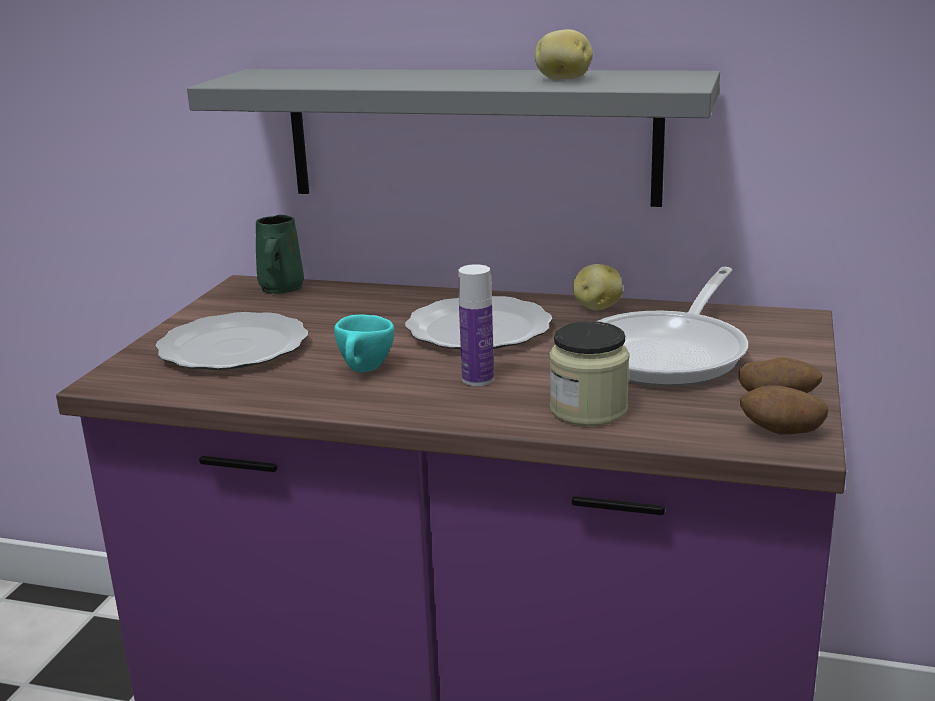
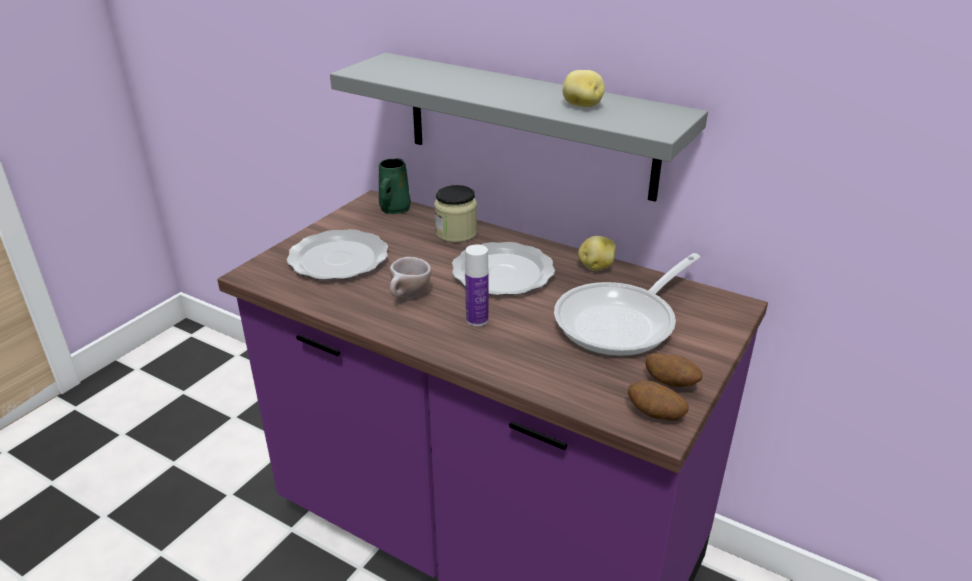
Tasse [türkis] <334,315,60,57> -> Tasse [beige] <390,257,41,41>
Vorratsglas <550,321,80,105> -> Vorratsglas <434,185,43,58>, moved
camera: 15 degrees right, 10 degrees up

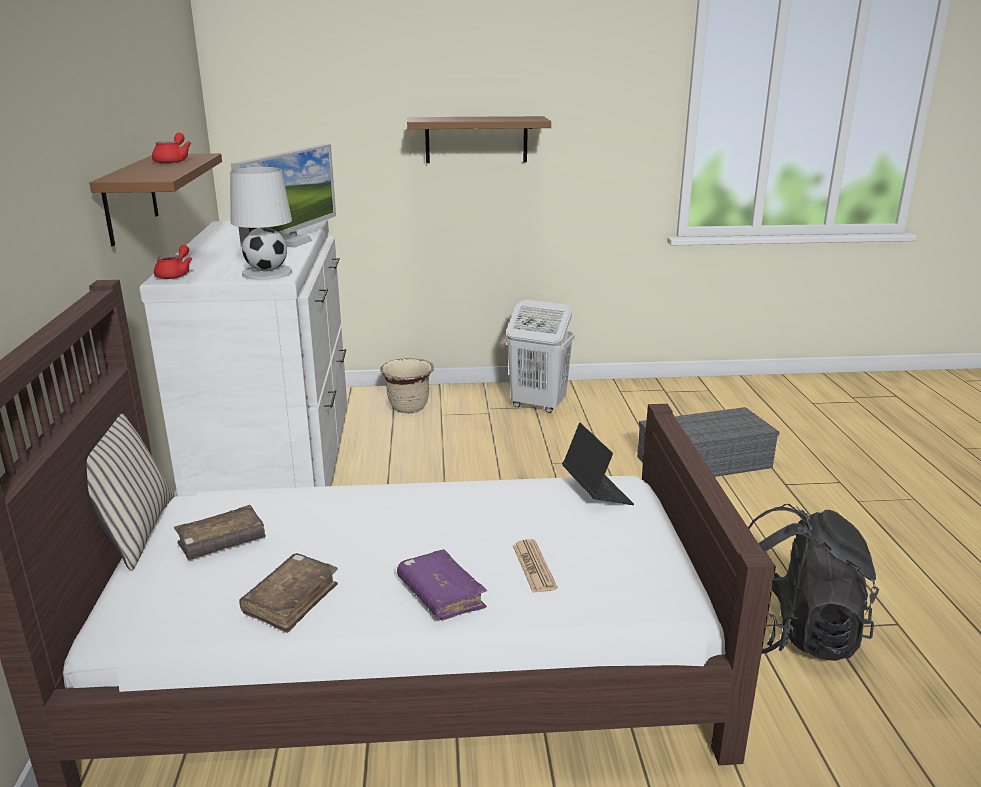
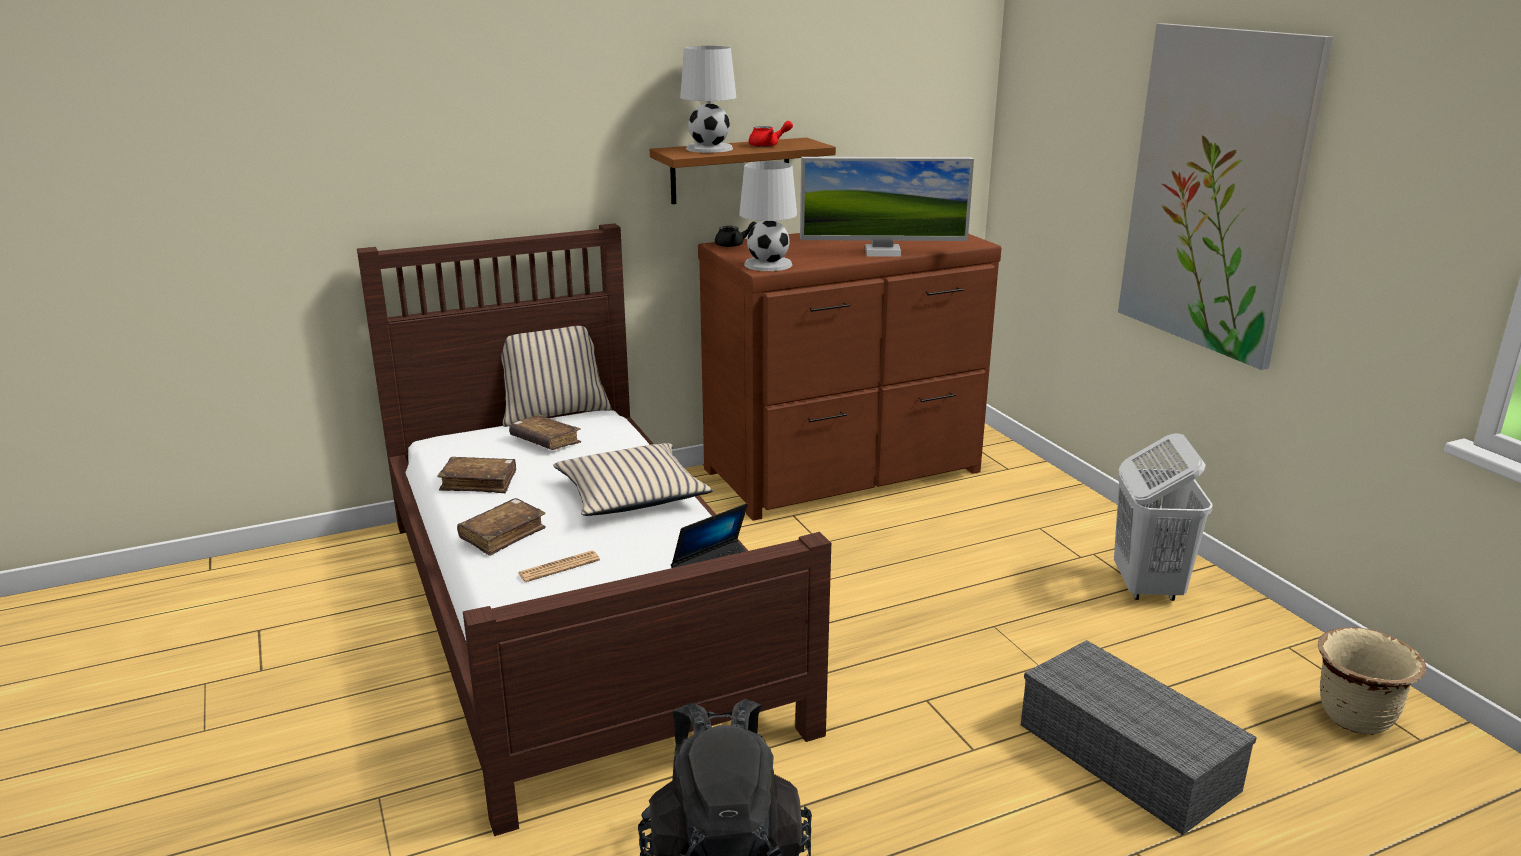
Wandregal [braun] <407,116,144,47> -> Bild <1118,23,215,347>
Kommode [weiß] <139,220,208,276> -> Kommode [braun] <698,233,303,288>
Teekanne [rot] <154,245,38,34> -> Teekanne [schwarz] <715,222,42,25>
Pflanzkübel [beige] <380,358,54,55> -> Pflanzkübel [beige] <1318,627,108,108>, moved
Buch [lila] <397,549,90,71> -> Buch [braun] <457,498,89,58>
none -> Tischlampe [weiß] <680,46,57,107>
none -> Kissen [beige] <553,443,160,73>
camera: 70 degrees right, 0 degrees up

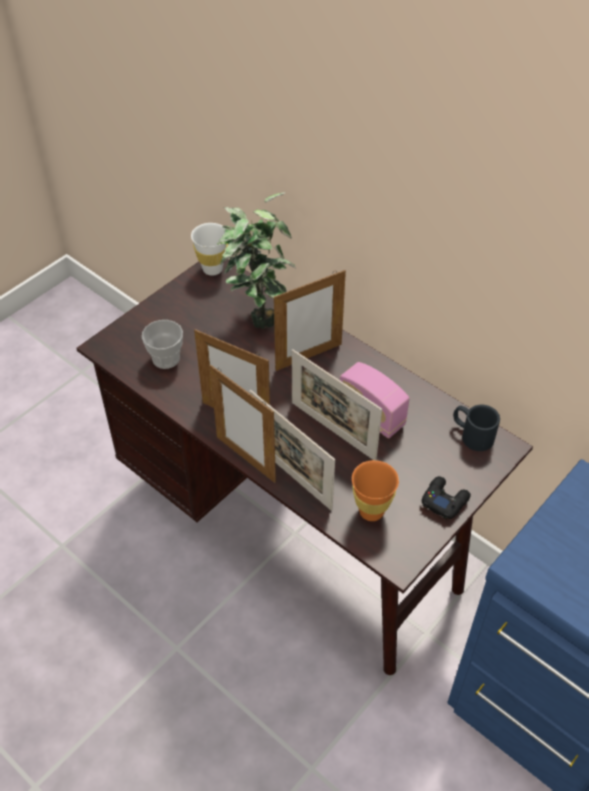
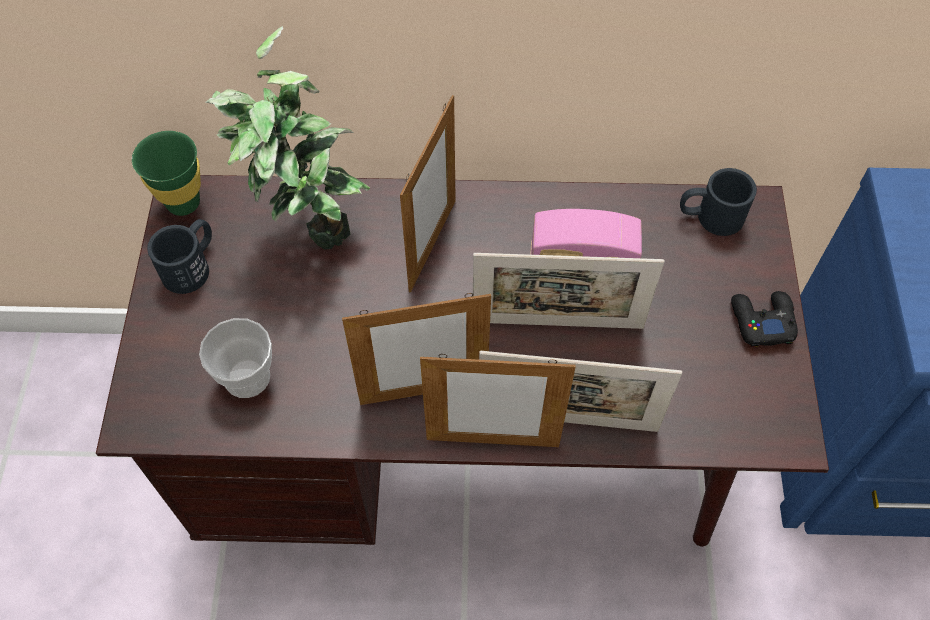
Tasse [weiß] <191,223,37,53> -> Tasse [grün] <132,131,69,85>
Tasse [orange] <352,460,47,61> -> none
none -> Henkelbecher [schwarz] <147,219,65,75>
camera: 40 degrees left, 10 degrees up

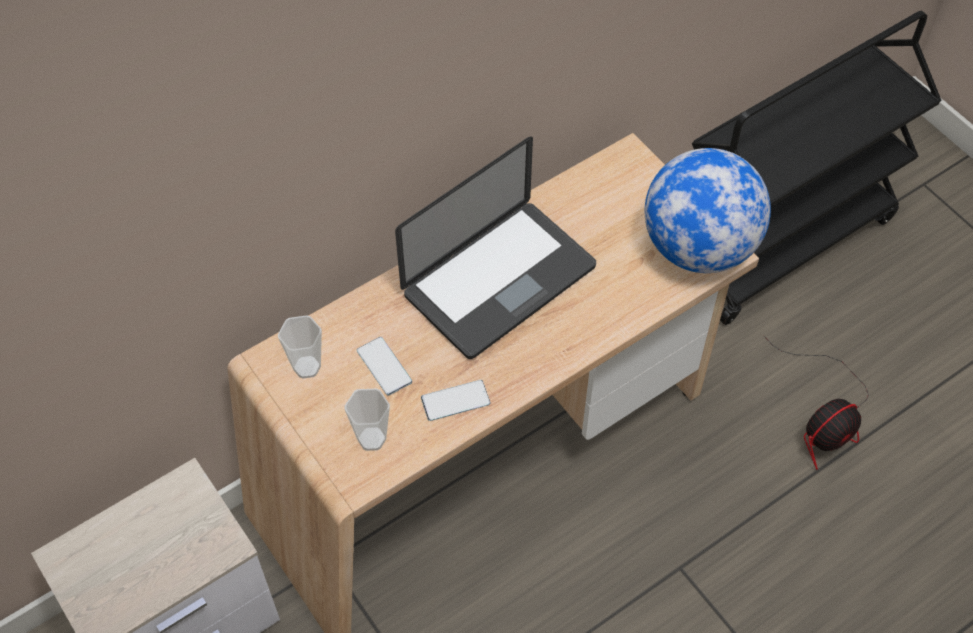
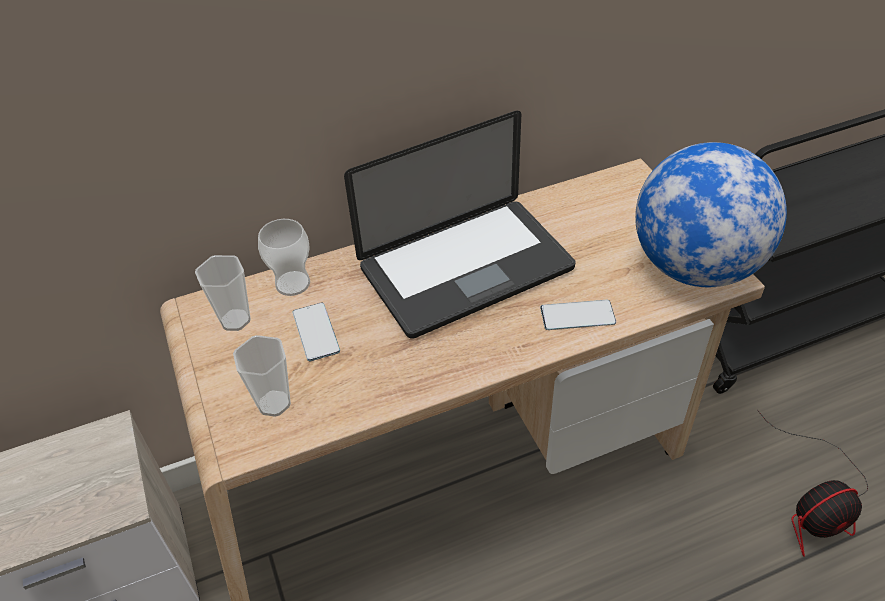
Handy <421,380,69,41> -> Handy <540,300,76,30>, moved
none -> Tasse <258,219,52,77>
camera: 15 degrees right, 10 degrees down

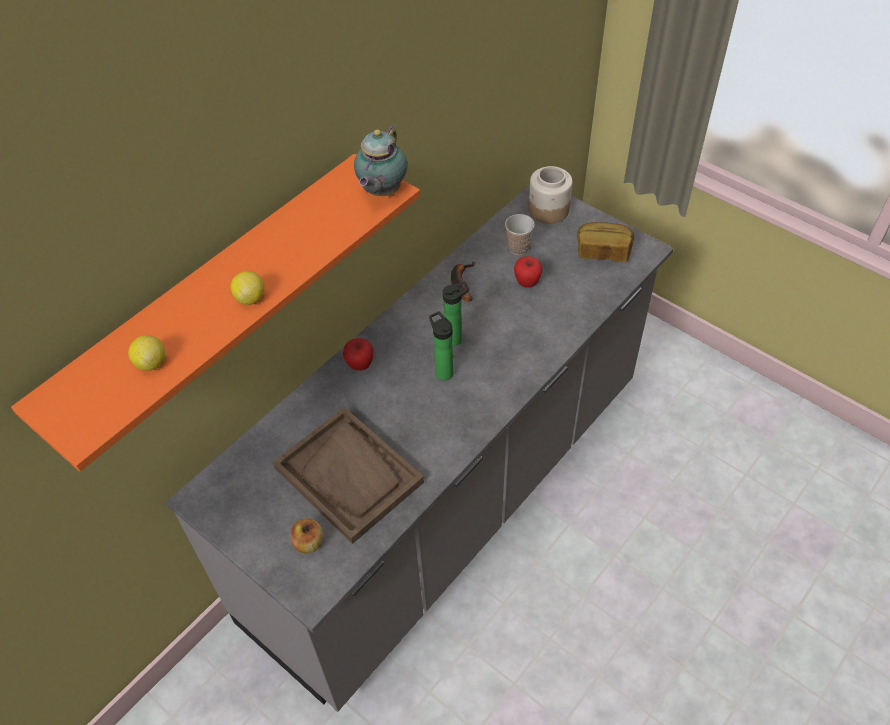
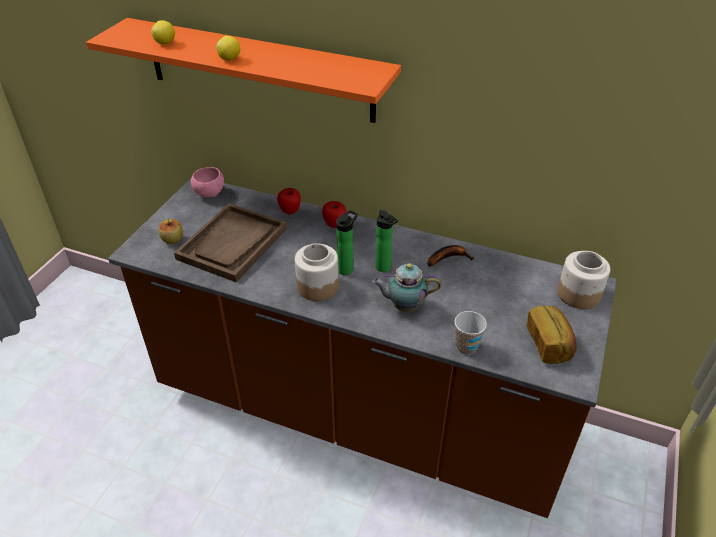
Teekanne <354,125,54,71> -> Teekanne <372,263,69,49>, moved
Küchenzeile [grau] <166,185,508,527> -> Küchenzeile [braun] <108,179,509,339>
Tasse <505,214,30,41> -> Tasse <455,311,32,44>, moved
Apfel <514,256,28,32> -> Apfel <277,188,24,26>, moved
none -> Schüssel [rosa] <191,167,33,31>
none -> Vorratsglas <295,243,44,58>
camera: 70 degrees right, 10 degrees down

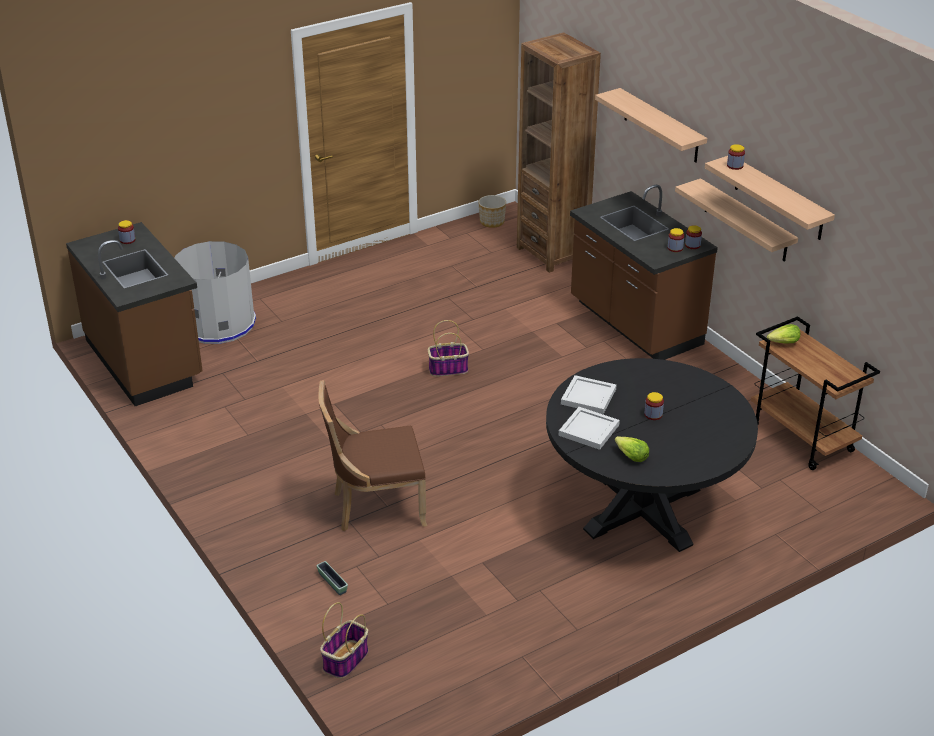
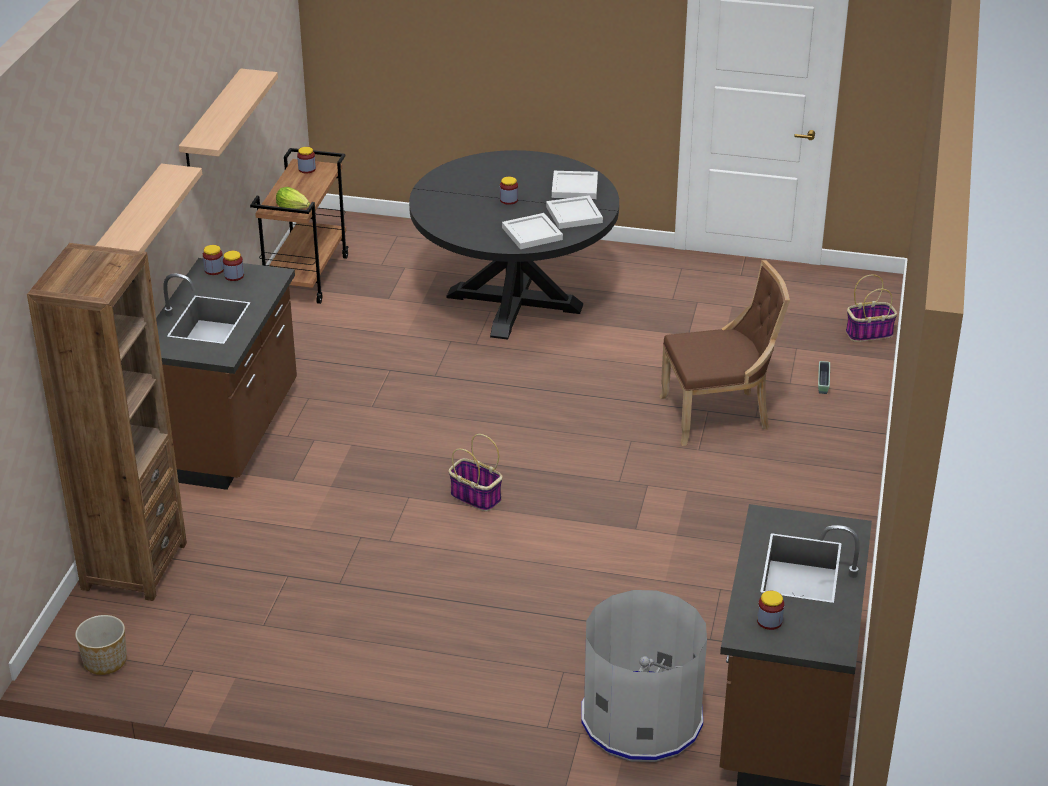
Vorratsglas <727,144,18,26> -> Vorratsglas <297,147,19,27>, moved
Wandregal <675,178,123,84> -> none
Stuhl [braun] <318,380,109,151> -> Stuhl [braun] <660,260,130,186>, 45 degrees counterclockwise
Salatkopf <615,436,34,26> -> Tablett [weiß] <552,171,46,28>
camera: 135 degrees left, 0 degrees up

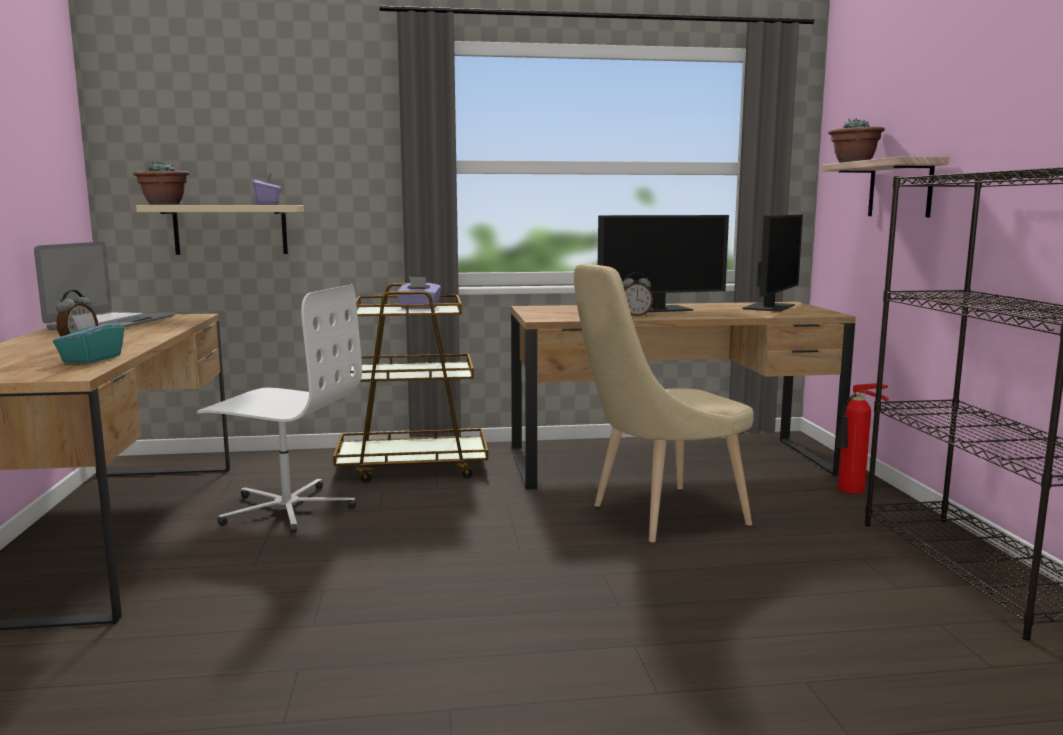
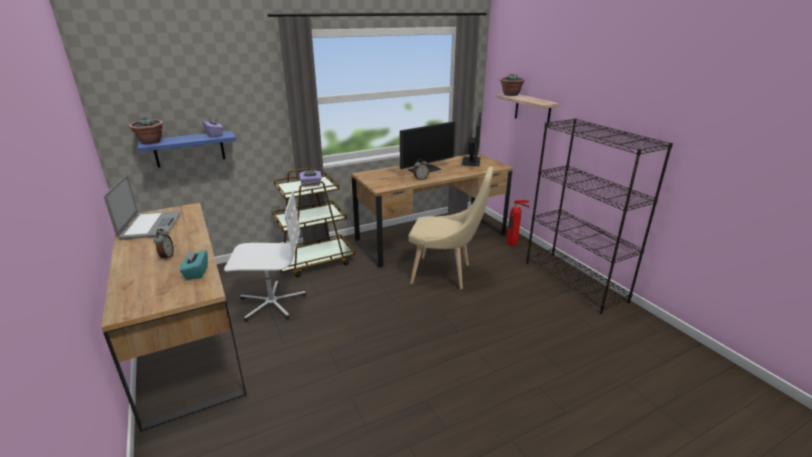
Wandregal [beige] <136,205,168,50> -> Wandregal [blau] <138,131,98,37>
Stuhl [beige] <574,264,180,279> -> Stuhl [beige] <409,166,85,124>, 120 degrees counterclockwise
camera: 20 degrees left, 15 degrees up

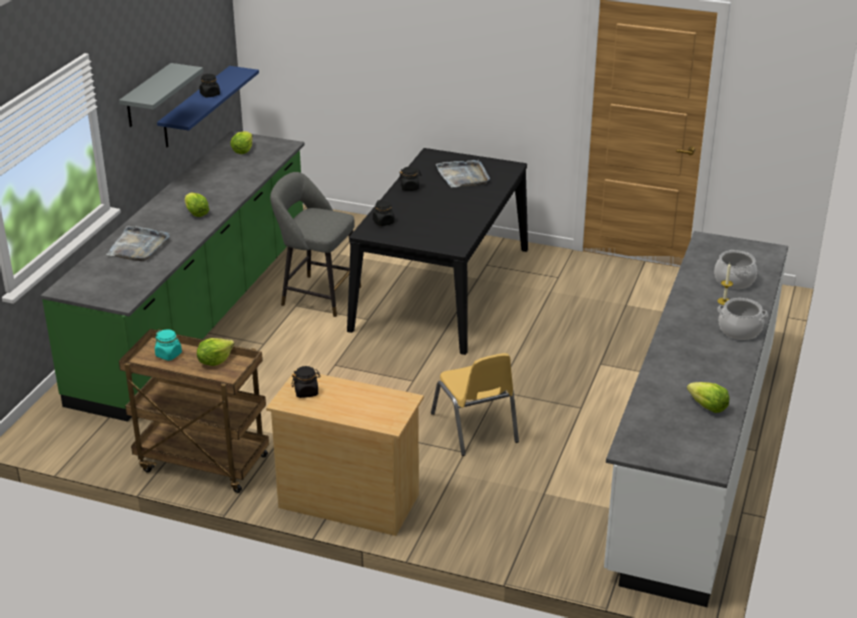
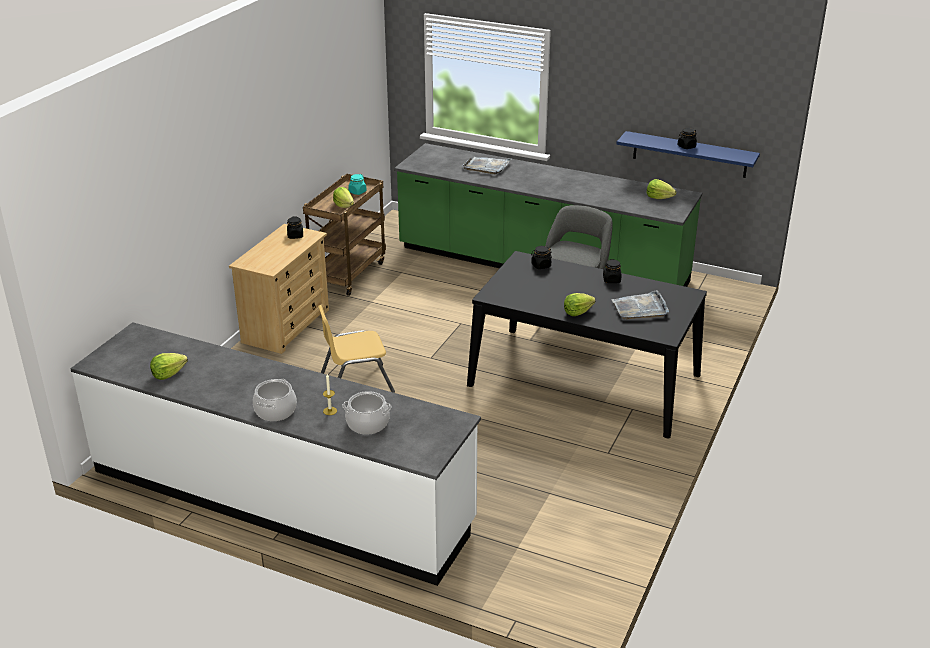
Wandregal [grau] <119,63,84,64> -> none
Salatkopf <185,192,24,25> -> Salatkopf <564,293,32,23>, moved
camera: 95 degrees right, 0 degrees up

